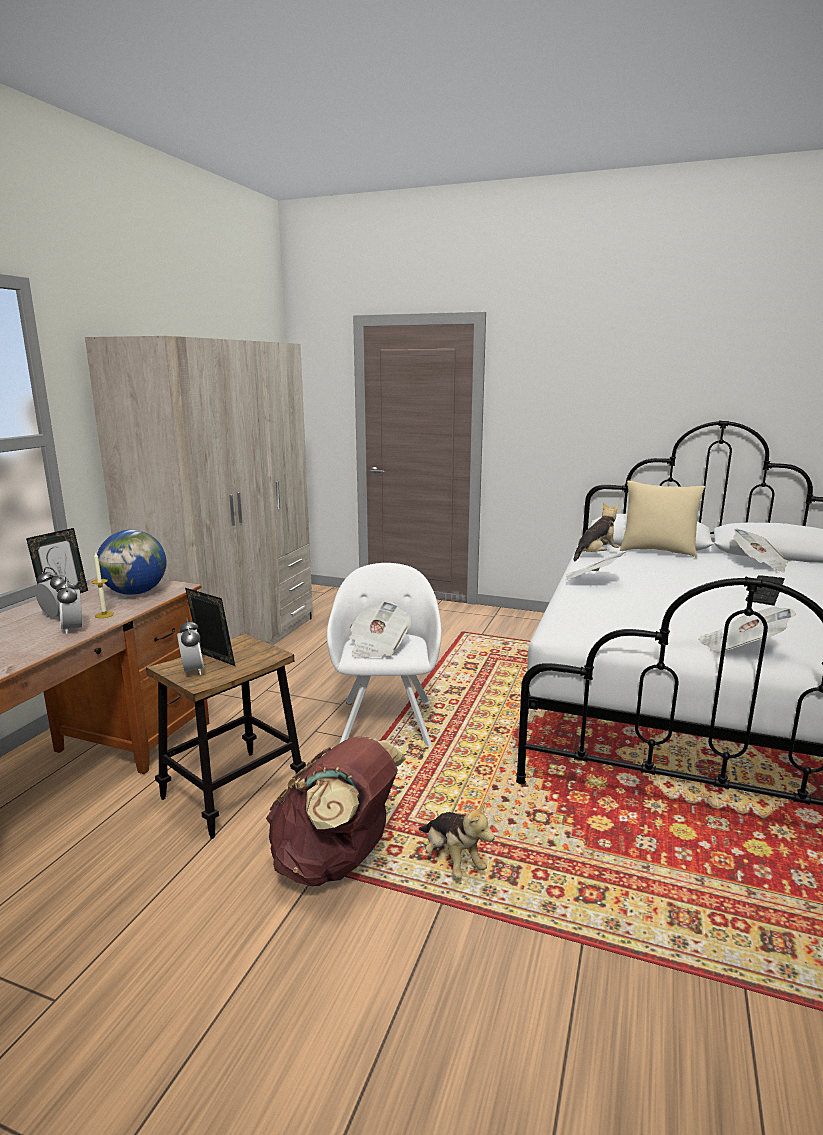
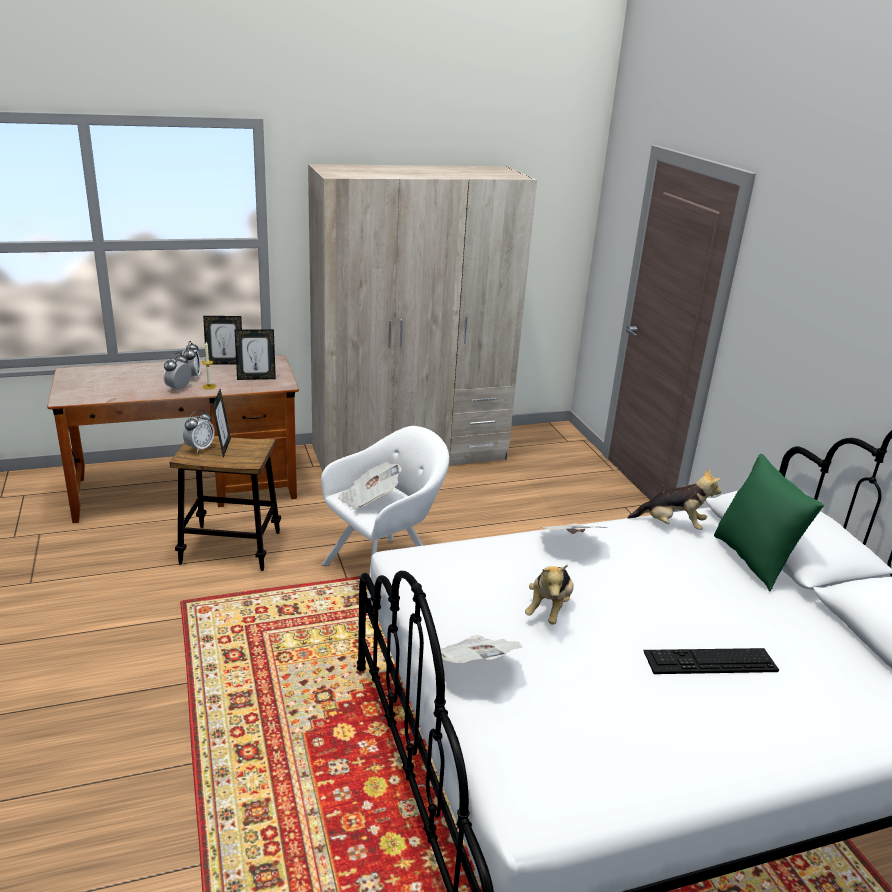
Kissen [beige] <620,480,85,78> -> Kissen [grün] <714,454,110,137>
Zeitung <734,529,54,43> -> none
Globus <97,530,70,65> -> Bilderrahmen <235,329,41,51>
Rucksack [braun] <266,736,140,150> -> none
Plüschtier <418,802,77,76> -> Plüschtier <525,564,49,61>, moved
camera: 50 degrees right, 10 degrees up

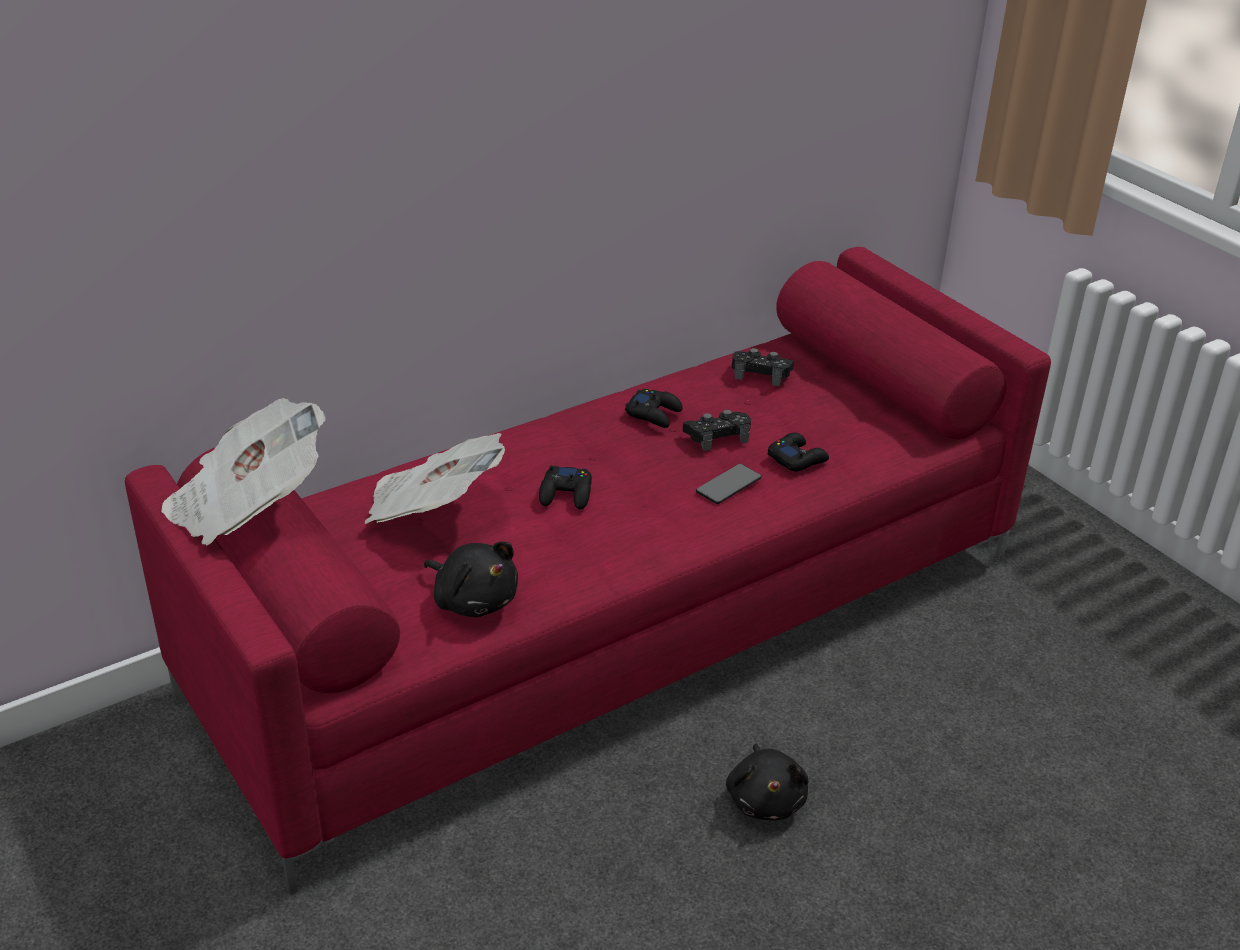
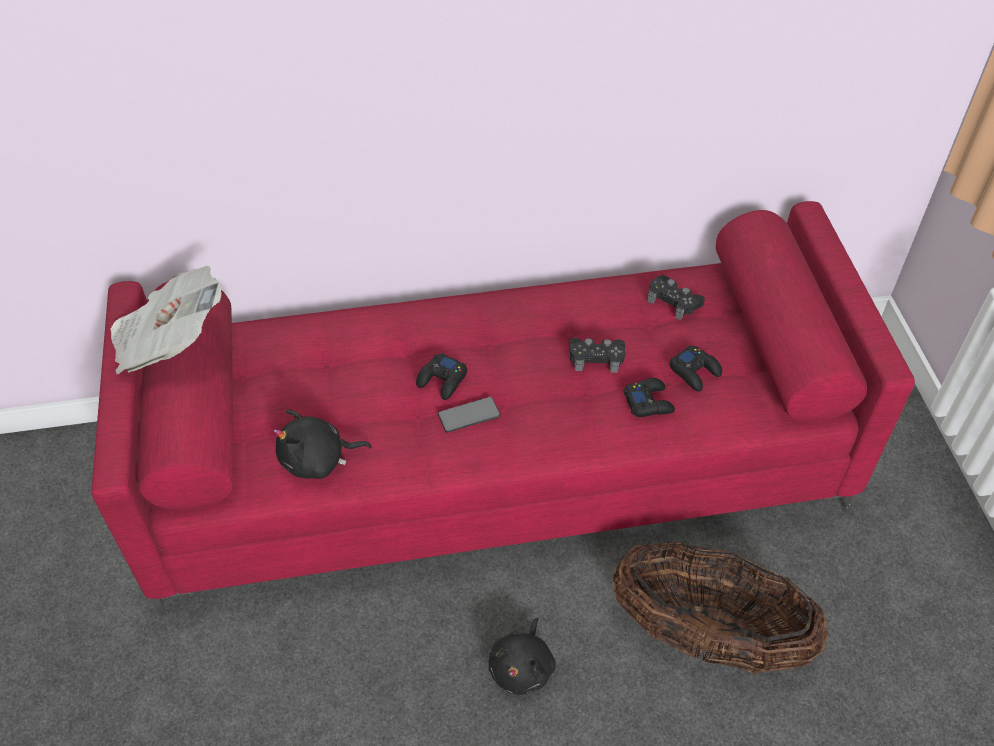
Gamepad [schwarz] <625,389,58,39> -> Gamepad [schwarz] <670,345,52,47>, moved
Zeitung <364,433,141,91> -> none
Handy <696,464,66,40> -> Handy <438,397,62,36>, moved
Plüschtier [schwarz] <424,541,94,76> -> Plüschtier [schwarz] <273,409,99,70>, 105 degrees clockwise
none -> Korb <612,542,216,131>
camera: 25 degrees right, 15 degrees up

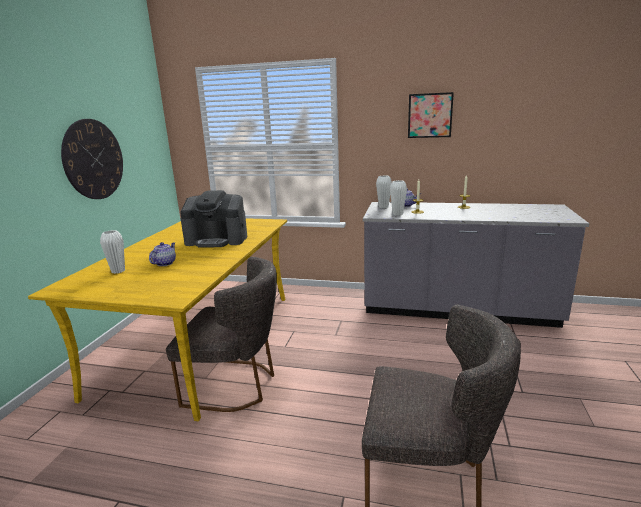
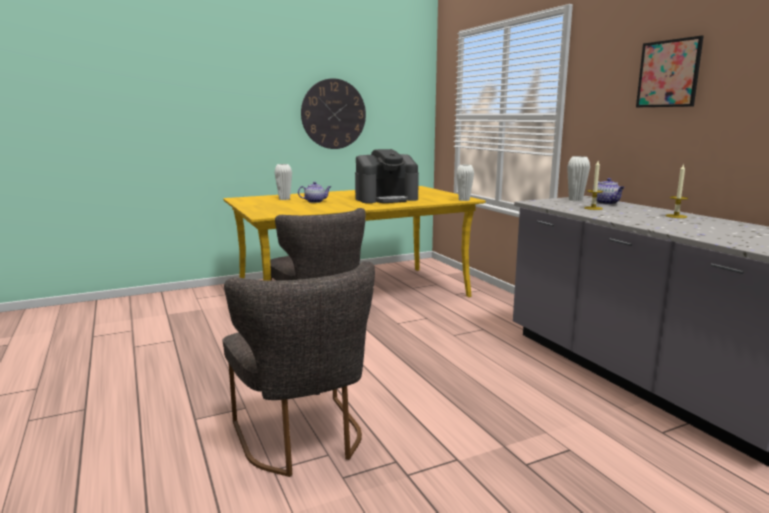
Vase [weiß] <390,180,17,36> -> Vase [weiß] <456,165,18,36>, moved
Kaffeemaschine <180,190,67,58> -> Kaffeemaschine <355,149,64,54>, 75 degrees counterclockwise
camera: 50 degrees right, 5 degrees down

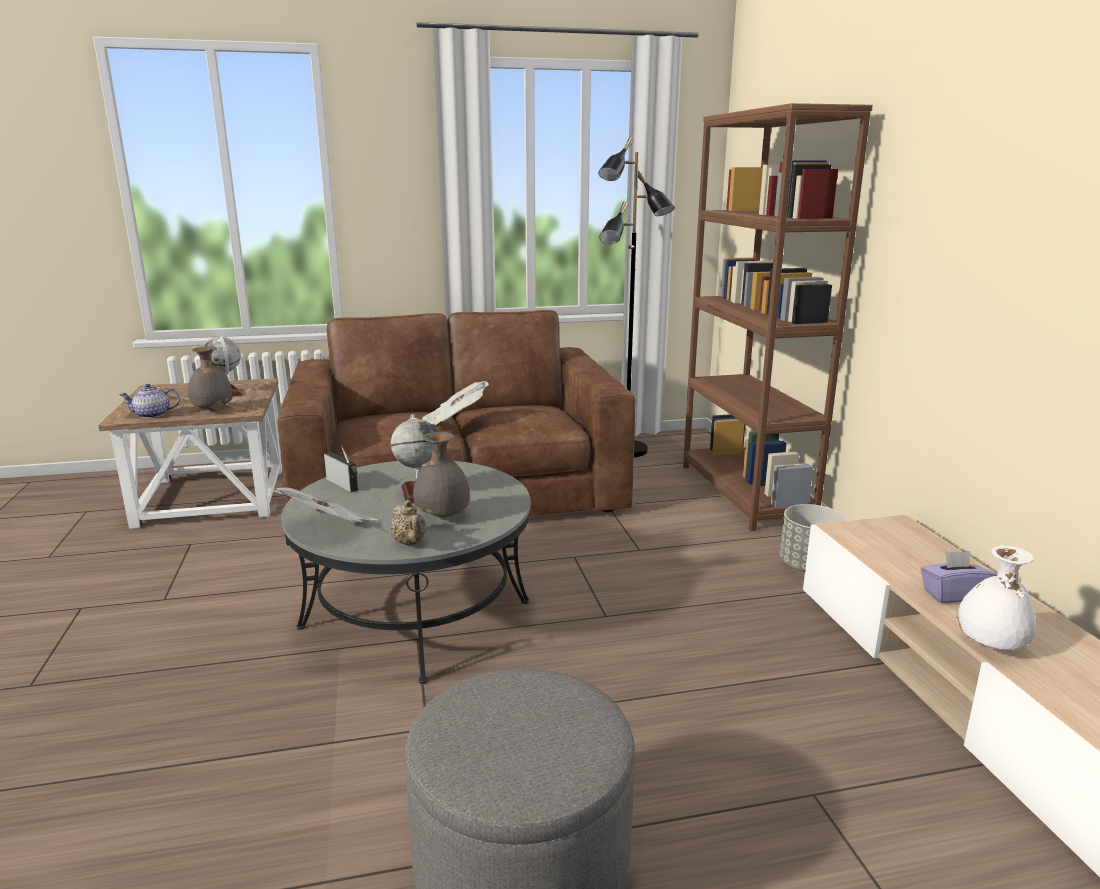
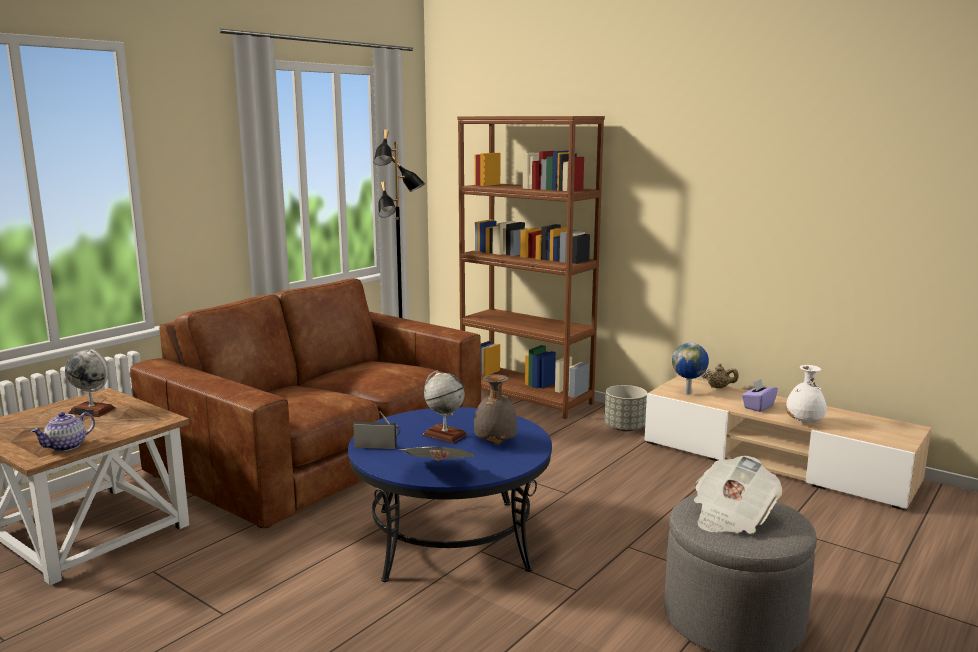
Vase [grau] <188,346,44,65> -> none
Zeitung <422,381,67,44> -> Zeitung <694,456,88,78>, moved
Couchtisch [grau] <281,461,250,223> -> Couchtisch [blau] <348,407,204,175>
Teekanne [beige] <390,500,37,45> -> Teekanne [beige] <701,363,38,25>, moved
none -> Globus <672,343,37,52>
camera: 40 degrees left, 5 degrees down

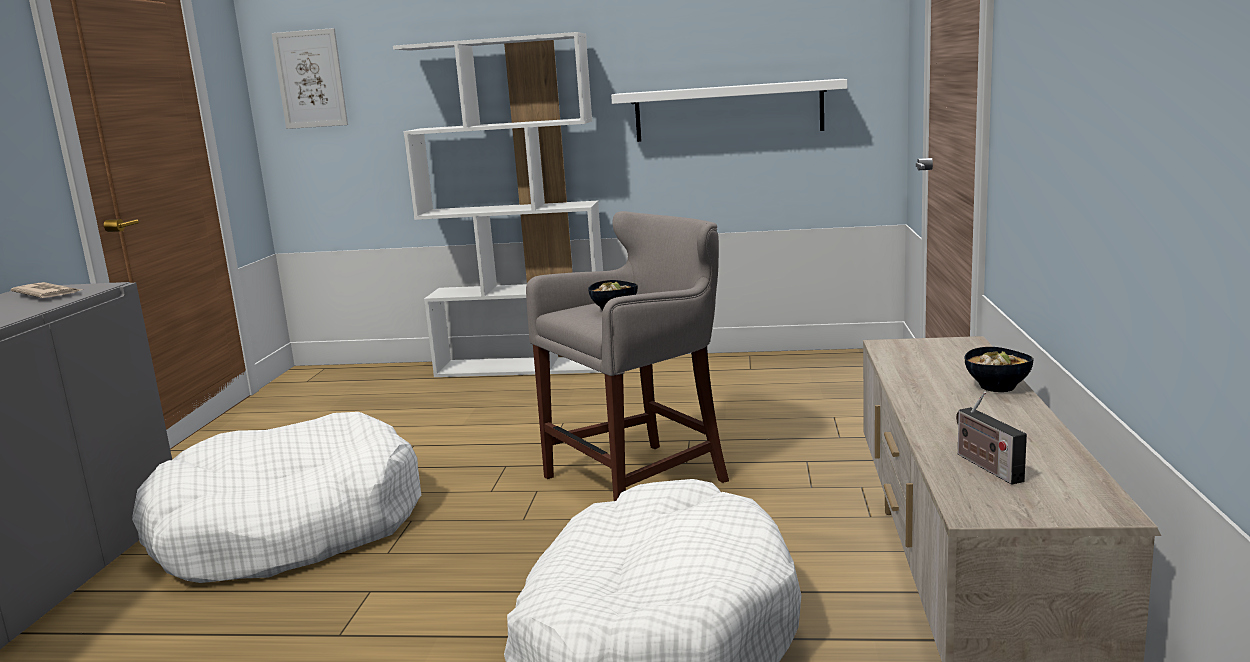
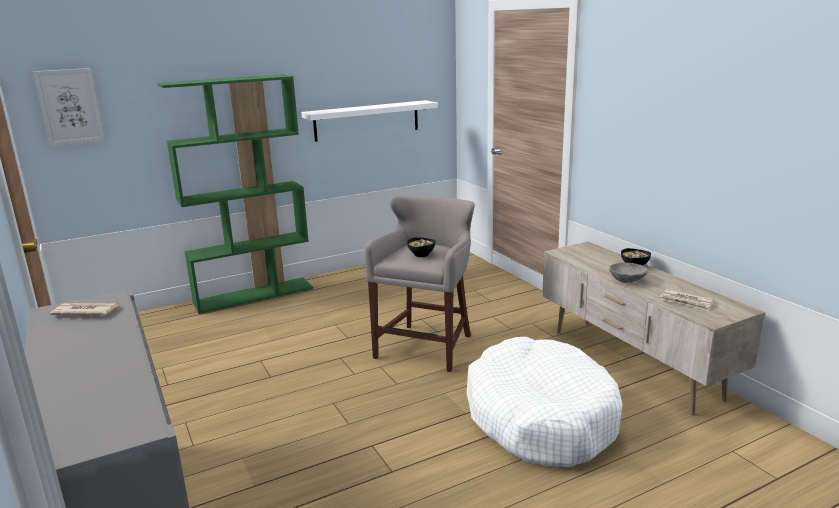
Bücherregal [weiß] <393,32,210,345> -> Bücherregal [grün] <157,74,156,240>
Radio <956,391,71,94> -> Zeitung <660,289,54,22>
Hundebett [weiß] <132,412,289,171> -> none
none -> Schüssel [grau] <609,263,39,20>
camera: 35 degrees left, 5 degrees up

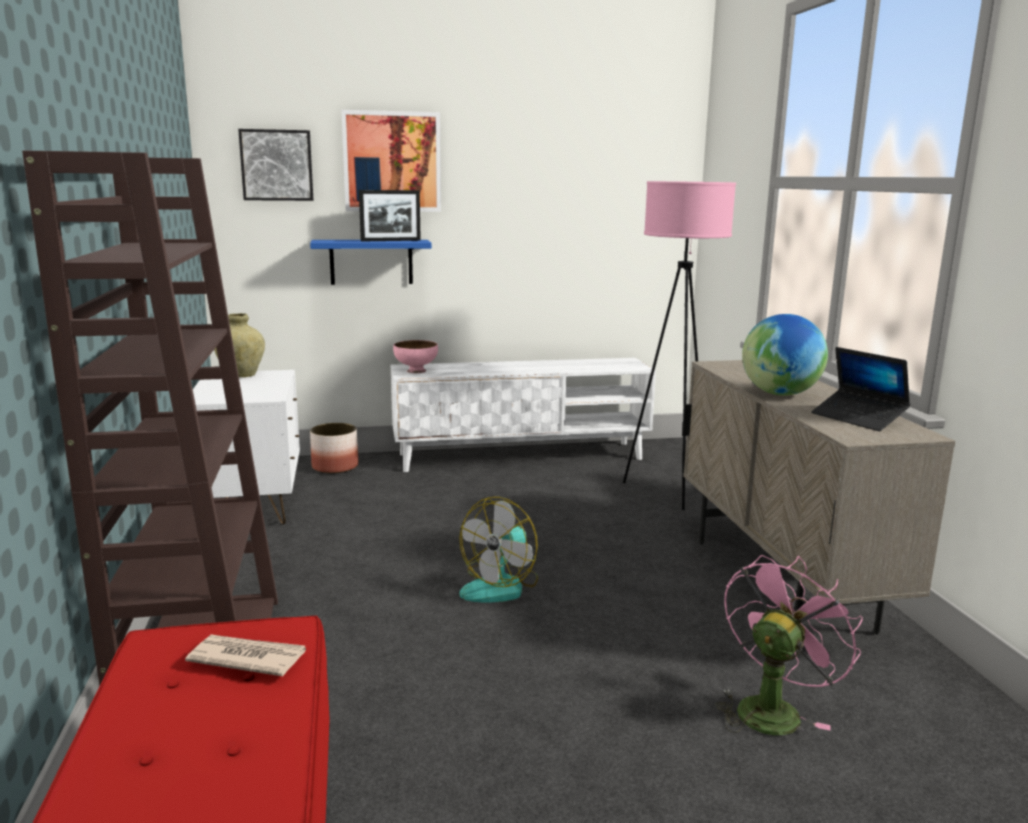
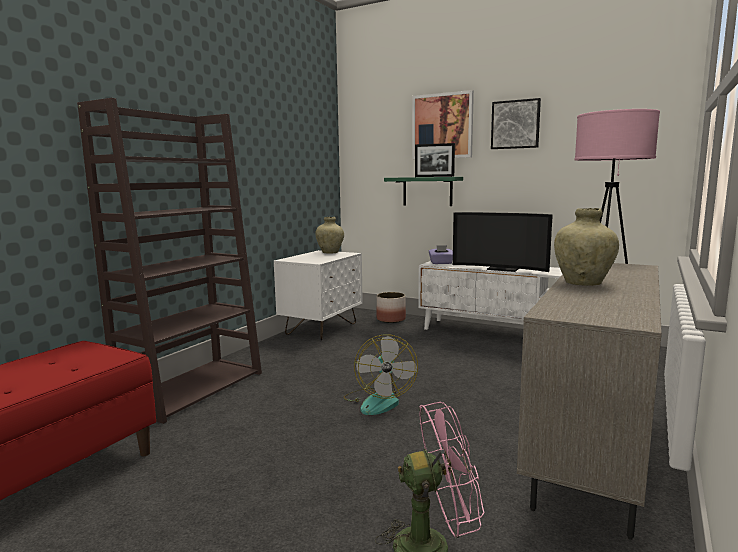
Bild <238,129,75,72> -> Bild <491,98,50,51>, moved
Wandregal [blau] <310,240,122,45> -> Wandregal [grün] <384,177,79,29>
Globus <742,314,86,82> -> Vase [beige] <554,208,65,78>
Schüssel [rosa] <393,340,45,33> -> Taschentuchbox [lila] <429,245,24,19>
Laptop <811,347,99,84> -> none
Ventilator <460,497,78,105> -> Ventilator <343,335,75,80>, 75 degrees counterclockwise
Zeitung <185,635,121,41> -> none
none -> Fernseher <453,212,100,60>
camera: 40 degrees right, 5 degrees down

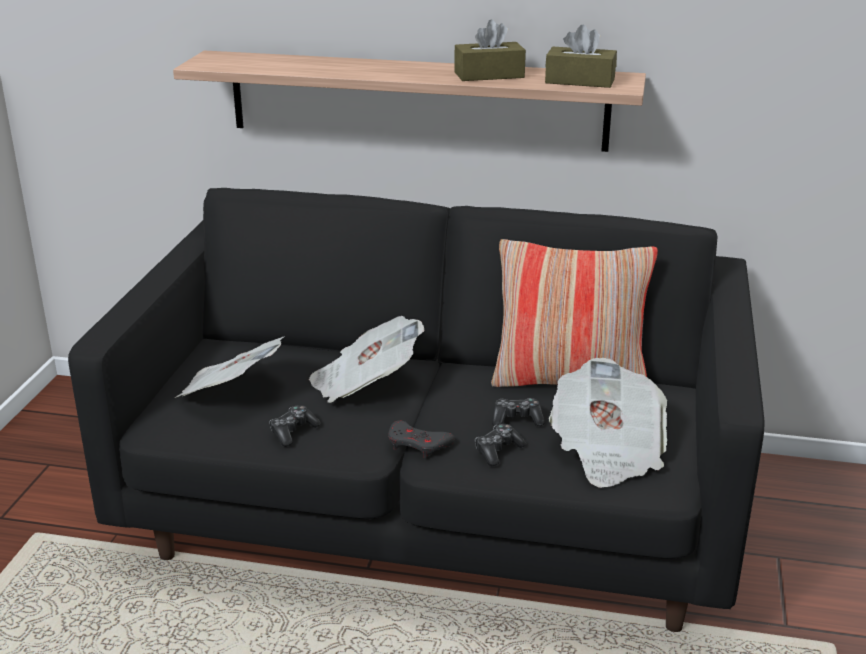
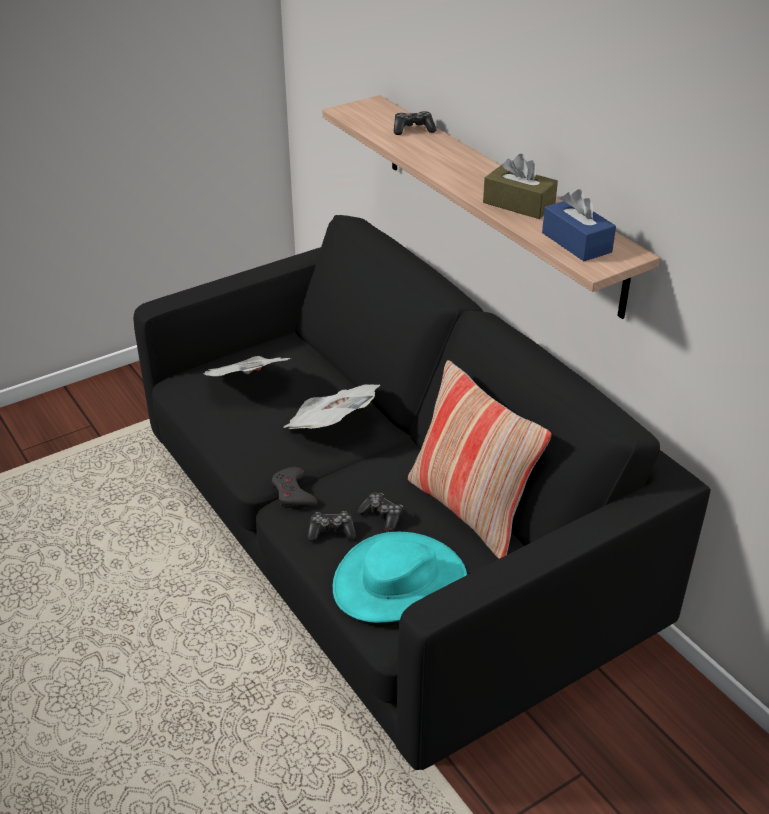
Taschentuchbox [braun] <545,24,72,64> -> Taschentuchbox [blau] <542,189,74,72>
Zeitung <549,358,118,130> -> Hut [türkis] <333,532,134,91>
Gamepad <269,405,52,42> -> Gamepad <394,111,43,24>, moved
camera: 45 degrees right, 10 degrees up

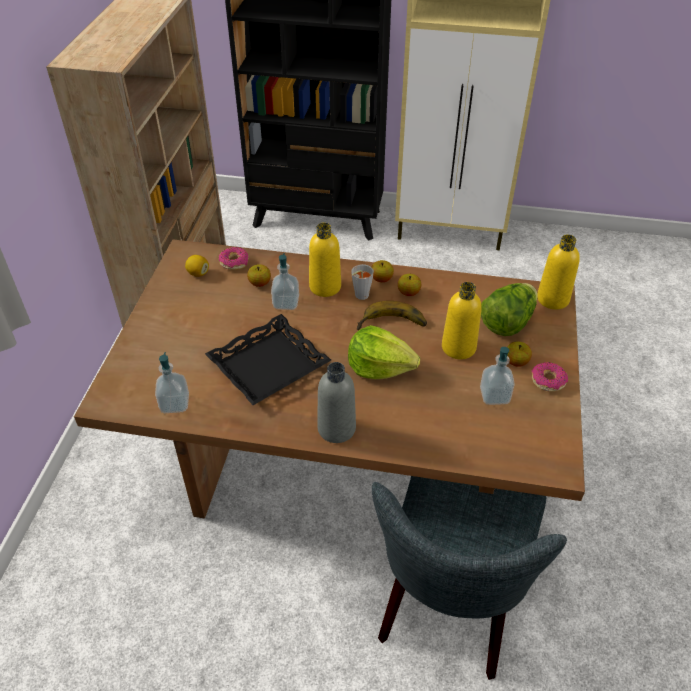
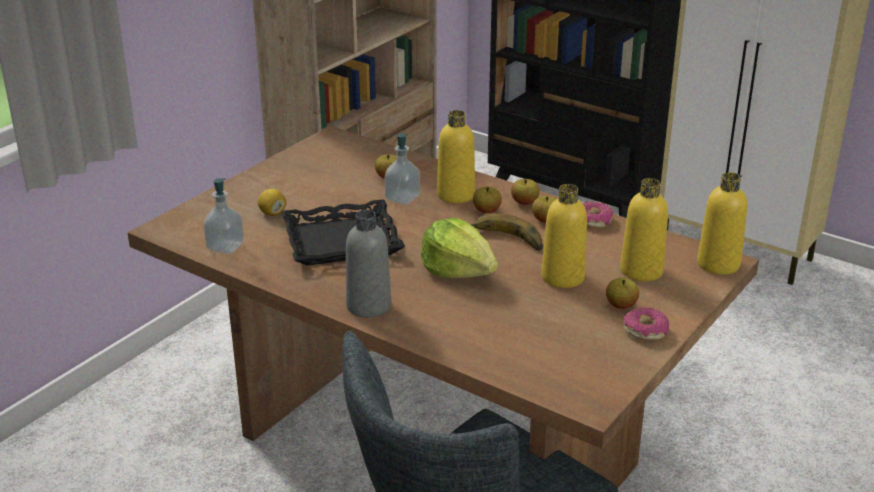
Donut <219,247,29,23> -> Donut <582,201,31,27>, moved
Zitrone <185,255,24,22> -> Zitrone <258,189,28,27>, moved
Tasse [grau] <351,264,23,36> -> Apfel <473,187,29,26>
Salatkopf <481,283,57,53> -> Flasche [gelb] <620,178,48,103>
Seifenspender <480,347,34,58> -> none
camera: 25 degrees right, 15 degrees down

